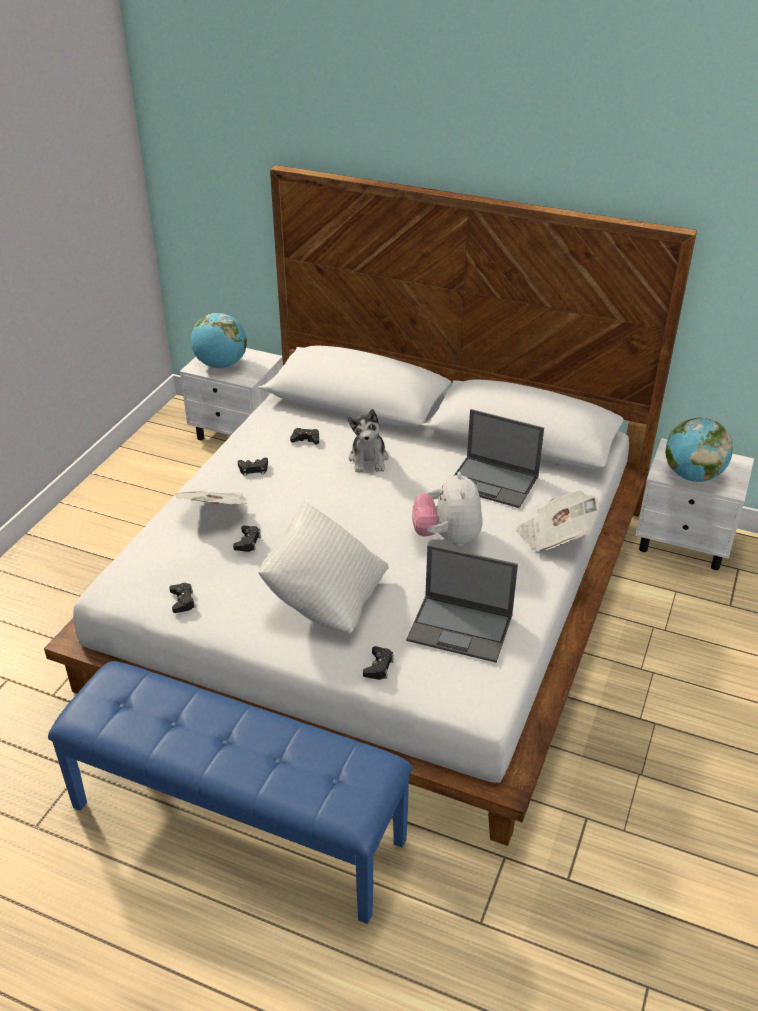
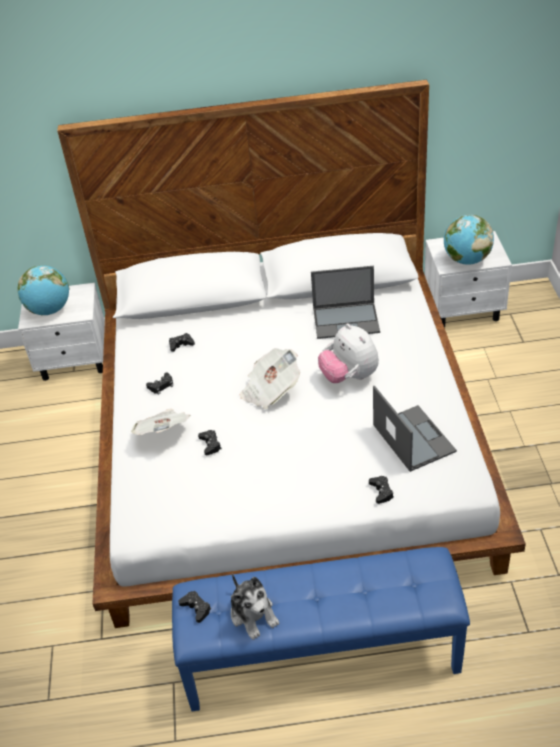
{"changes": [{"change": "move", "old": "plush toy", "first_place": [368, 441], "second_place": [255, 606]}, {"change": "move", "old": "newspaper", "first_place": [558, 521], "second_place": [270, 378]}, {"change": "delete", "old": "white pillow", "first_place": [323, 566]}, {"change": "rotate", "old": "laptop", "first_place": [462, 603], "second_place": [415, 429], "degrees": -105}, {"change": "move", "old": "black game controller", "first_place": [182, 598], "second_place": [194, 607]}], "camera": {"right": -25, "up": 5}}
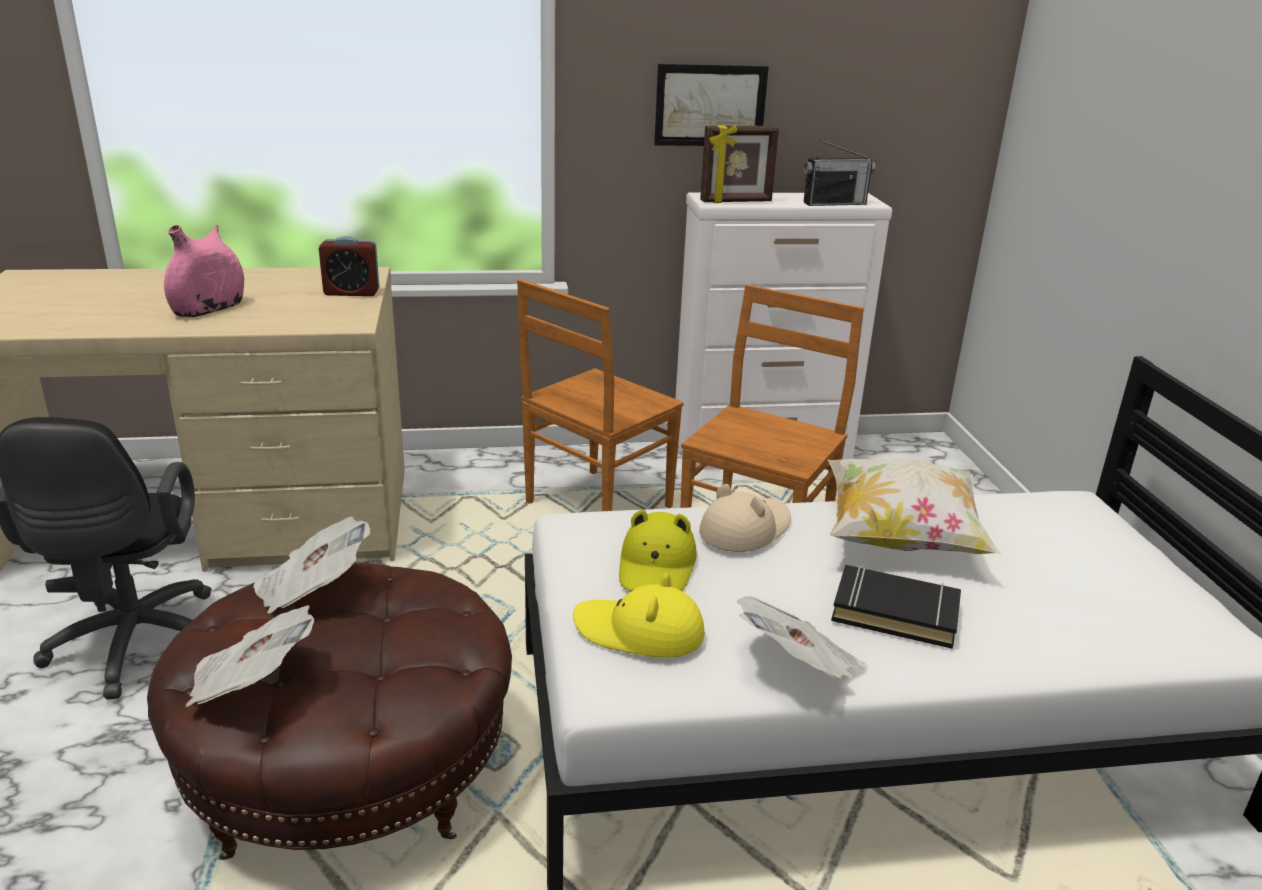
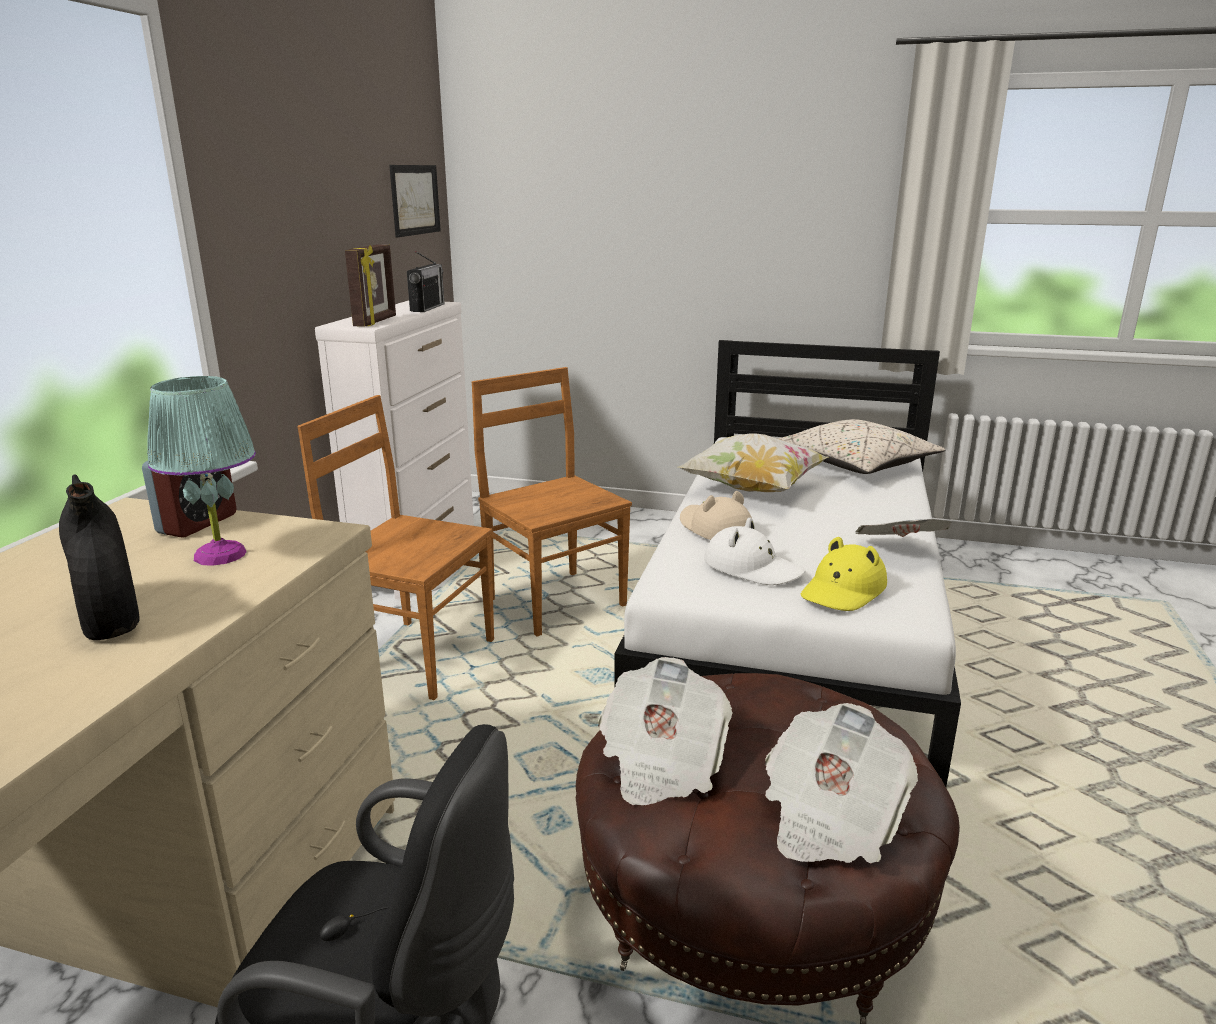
{"changes": [{"change": "move", "old": "picture", "first_place": [711, 105], "second_place": [415, 201]}, {"change": "recolor", "old": "pink vase", "new": "black vase", "first_place": [204, 270], "second_place": [99, 557]}, {"change": "rotate", "old": "brown chair", "first_place": [600, 395], "second_place": [395, 547], "degrees": 135}, {"change": "recolor", "old": "yellow hat", "new": "white hat", "first_place": [658, 550], "second_place": [755, 551]}, {"change": "delete", "old": "black book", "first_place": [896, 607]}, {"change": "insert", "new": "turquoise table lamp", "second_place": [201, 471]}, {"change": "insert", "new": "beige pillow", "second_place": [862, 446]}], "camera": {"right": -65, "up": -5}}
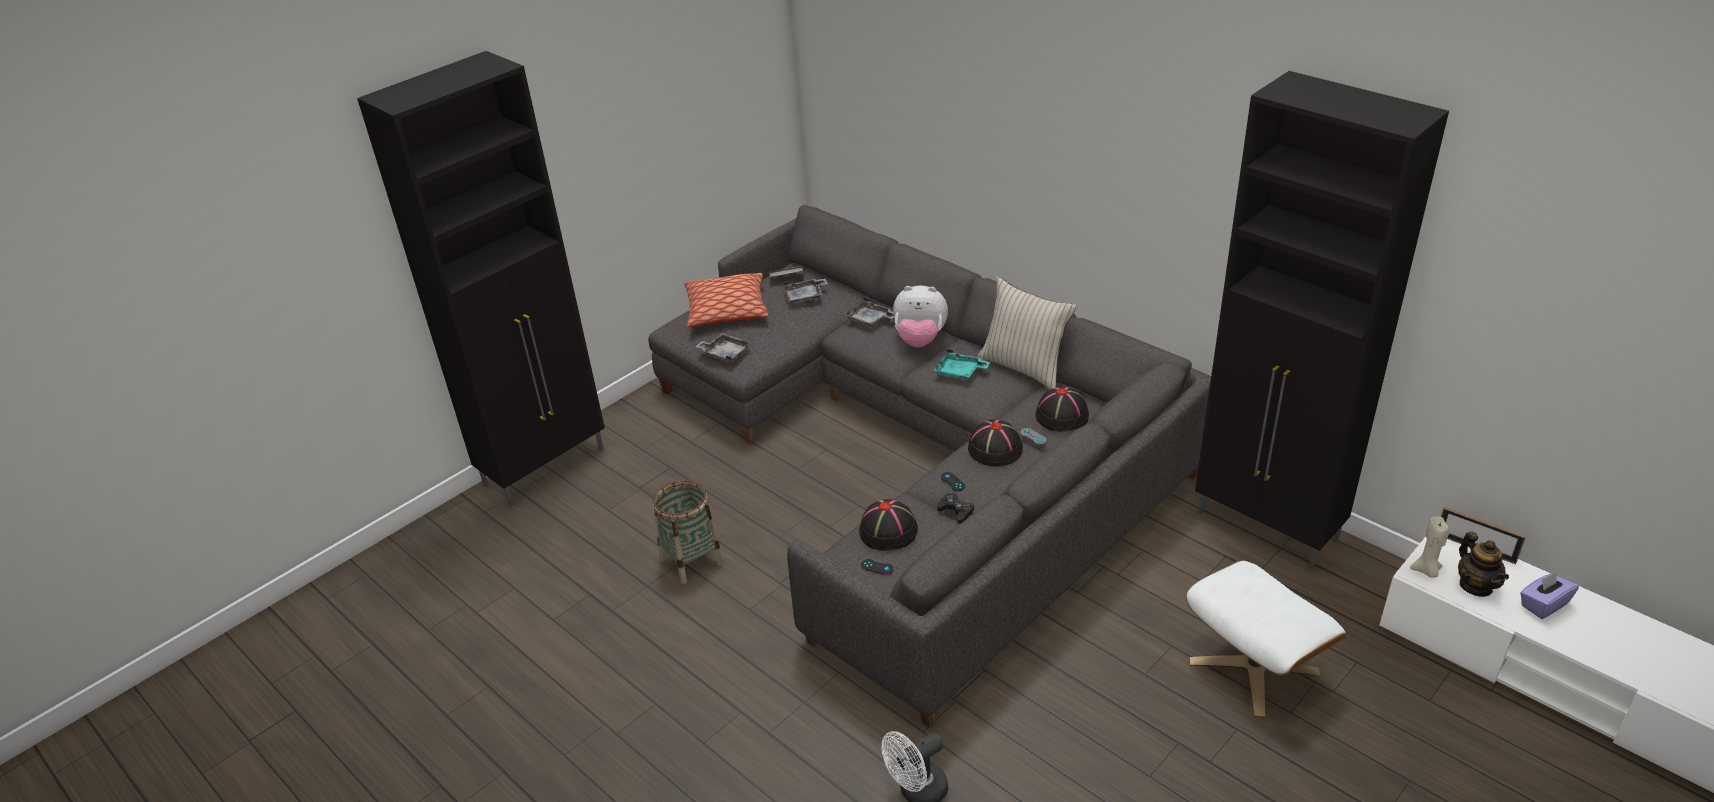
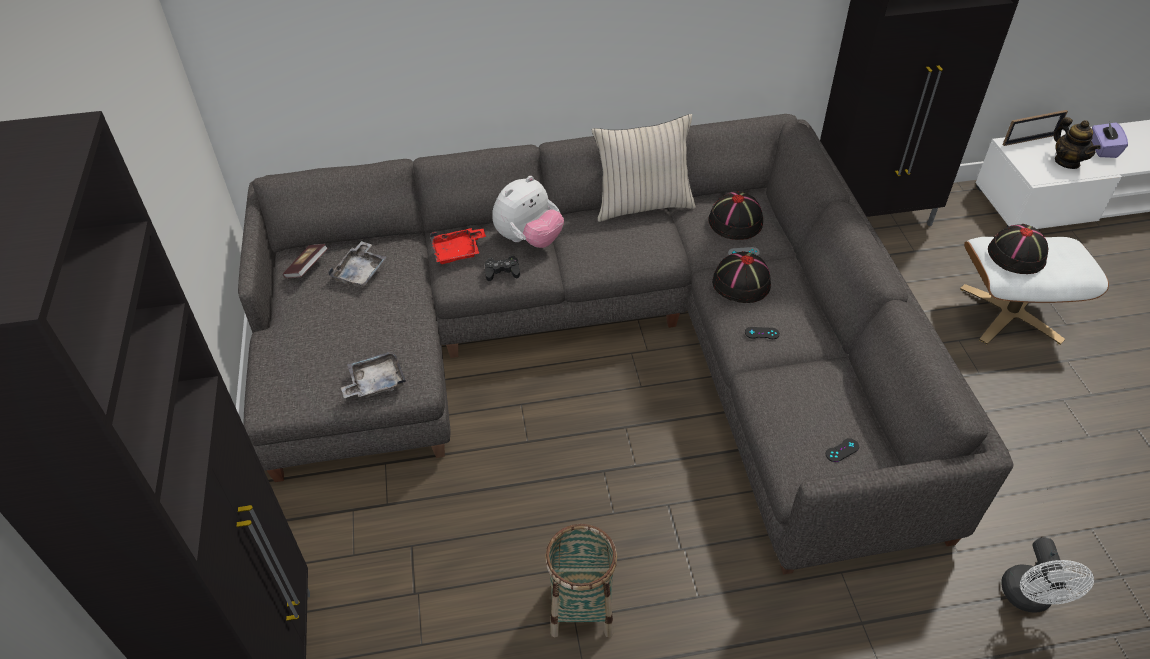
{"changes": [{"change": "delete", "old": "pillow", "first_place": [727, 300]}, {"change": "recolor", "old": "grey tray", "new": "red tray", "first_place": [868, 312], "second_place": [458, 246]}, {"change": "delete", "old": "turquoise tray", "first_place": [961, 364]}, {"change": "move", "old": "black game controller", "first_place": [955, 508], "second_place": [502, 268]}, {"change": "move", "old": "black hat", "first_place": [888, 525], "second_place": [1018, 249]}, {"change": "delete", "old": "beige candle", "first_place": [1429, 547]}, {"change": "rotate", "old": "teapot", "first_place": [1483, 564], "second_place": [1077, 143], "degrees": 45}], "camera": {"right": -55, "up": 10}}
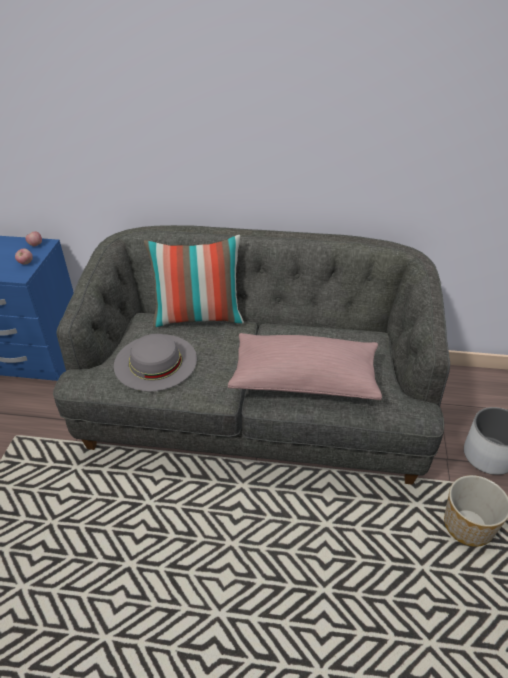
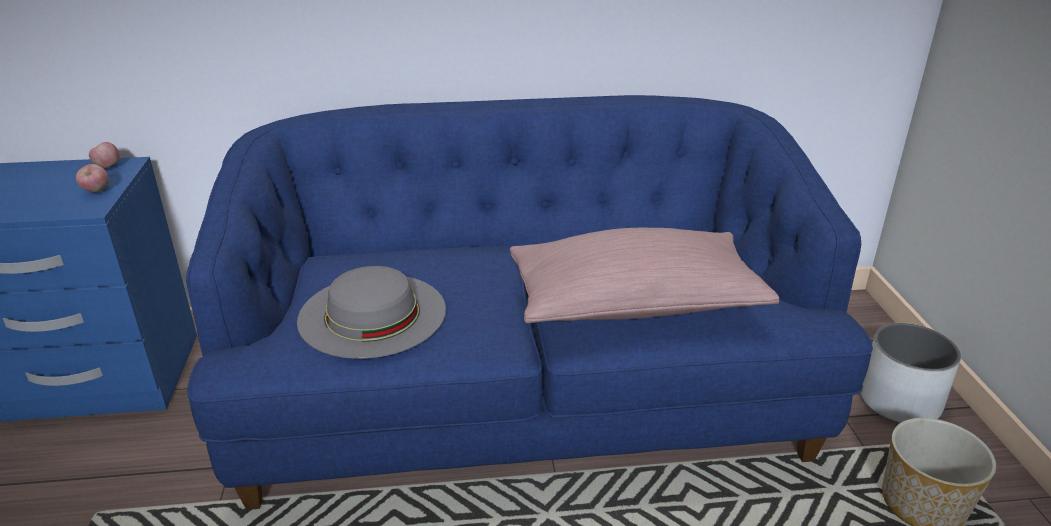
{"changes": [{"change": "recolor", "old": "grey sofa", "new": "blue sofa", "first_place": [251, 355], "second_place": [529, 302]}, {"change": "delete", "old": "pillow", "first_place": [194, 281]}], "camera": {"right": -15, "up": -10}}
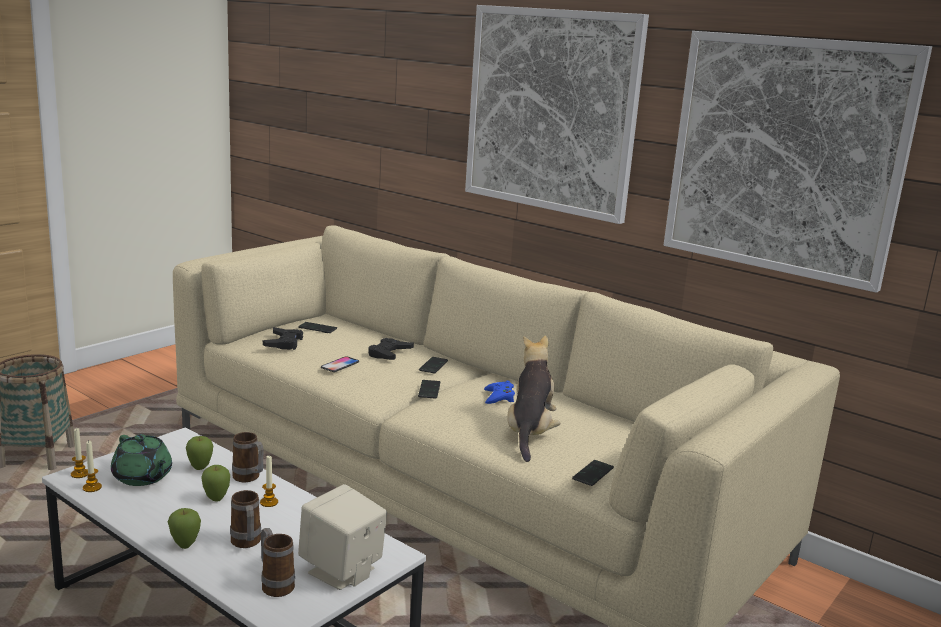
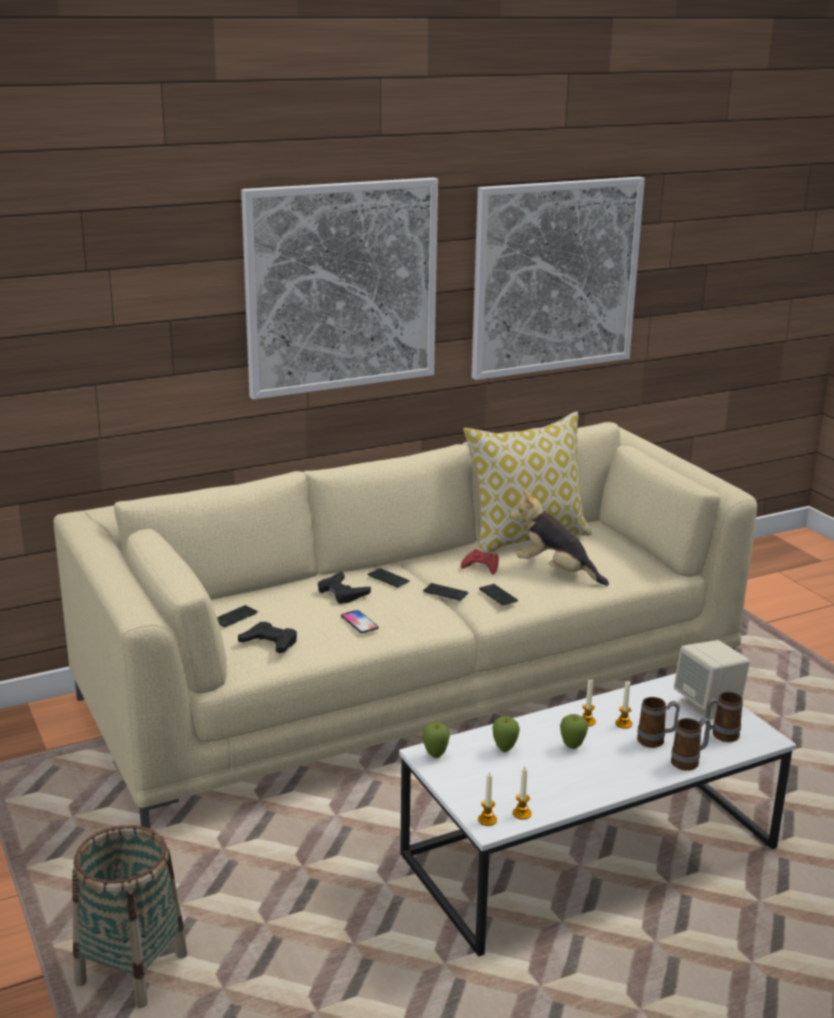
{"changes": [{"change": "recolor", "old": "blue game controller", "new": "red game controller", "first_place": [499, 392], "second_place": [480, 562]}, {"change": "move", "old": "mug", "first_place": [248, 457], "second_place": [691, 744]}, {"change": "delete", "old": "green teapot", "first_place": [141, 460]}, {"change": "move", "old": "phone", "first_place": [593, 473], "second_place": [498, 595]}, {"change": "move", "old": "apple", "first_place": [184, 528], "second_place": [436, 740]}, {"change": "insert", "new": "pillow", "second_place": [527, 482]}, {"change": "insert", "new": "candle", "second_place": [623, 705]}], "camera": {"right": -65, "up": 5}}
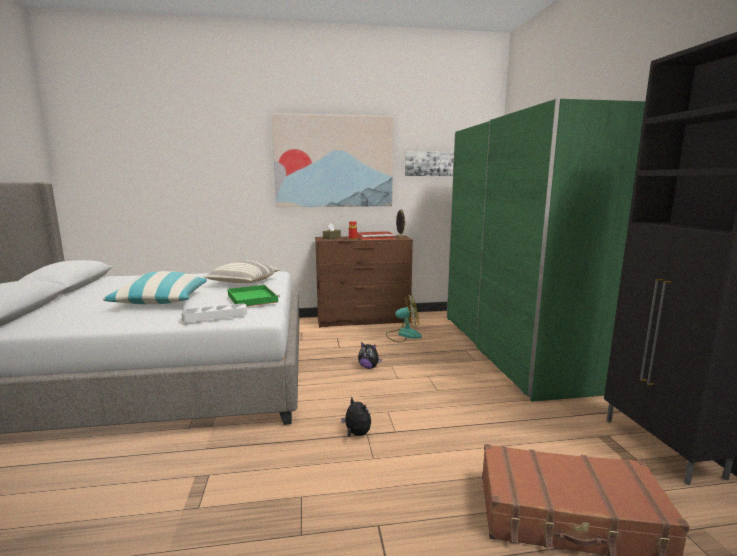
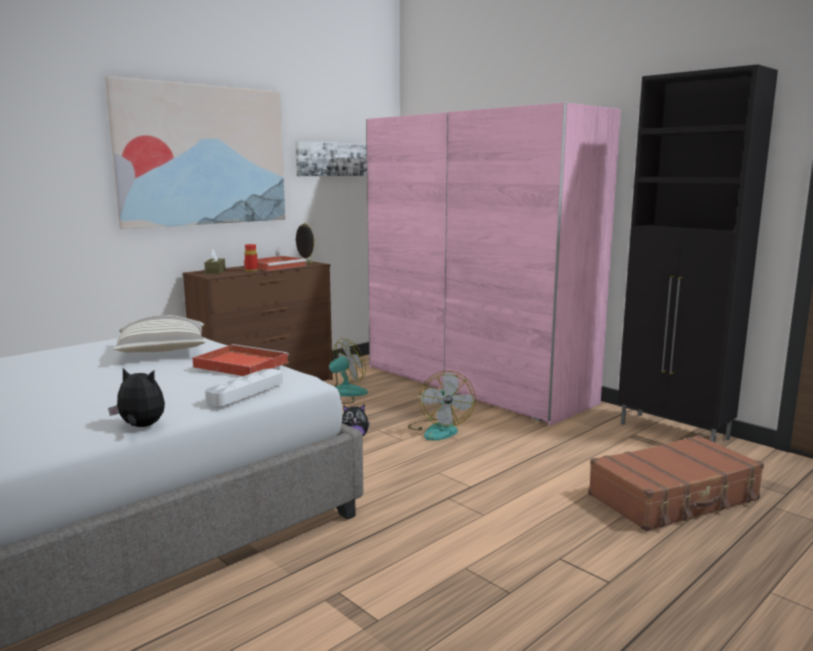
{"changes": [{"change": "recolor", "old": "green wardrobe", "new": "pink wardrobe", "first_place": [546, 250], "second_place": [493, 264]}, {"change": "delete", "old": "pillow", "first_place": [155, 287]}, {"change": "recolor", "old": "green tray", "new": "red tray", "first_place": [254, 295], "second_place": [241, 360]}, {"change": "move", "old": "plush toy", "first_place": [356, 417], "second_place": [136, 397]}, {"change": "insert", "new": "fan", "second_place": [441, 406]}], "camera": {"right": -35, "up": 0}}
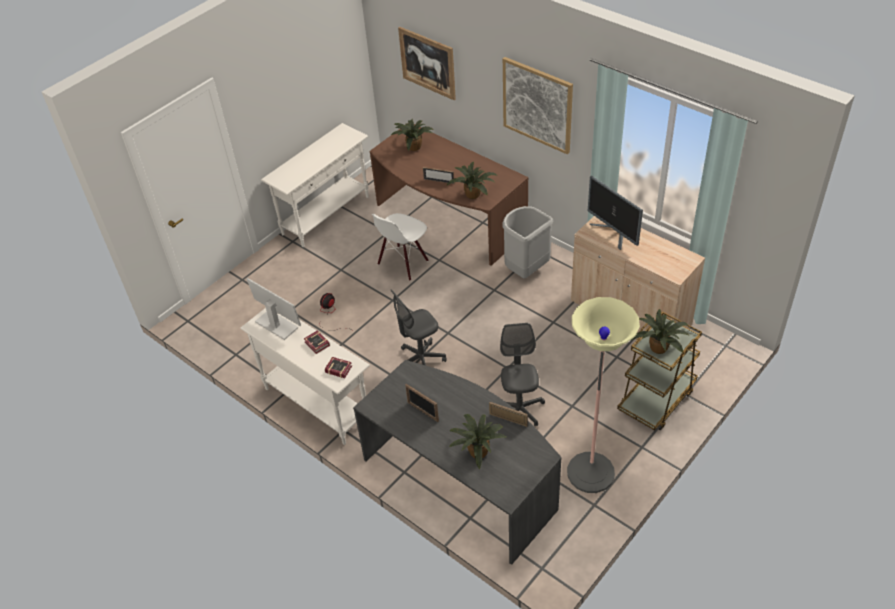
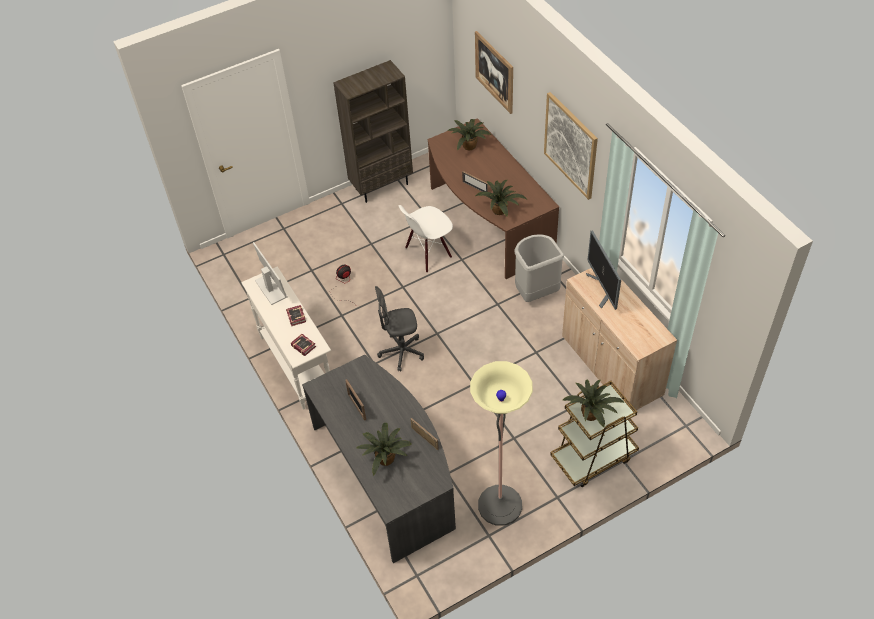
{"changes": [{"change": "replace", "old": "white console table", "new": "brown bookcase", "first_place": [315, 185], "second_place": [373, 131]}, {"change": "delete", "old": "grey office chair", "first_place": [522, 374]}], "camera": {"right": 20, "up": 5}}
